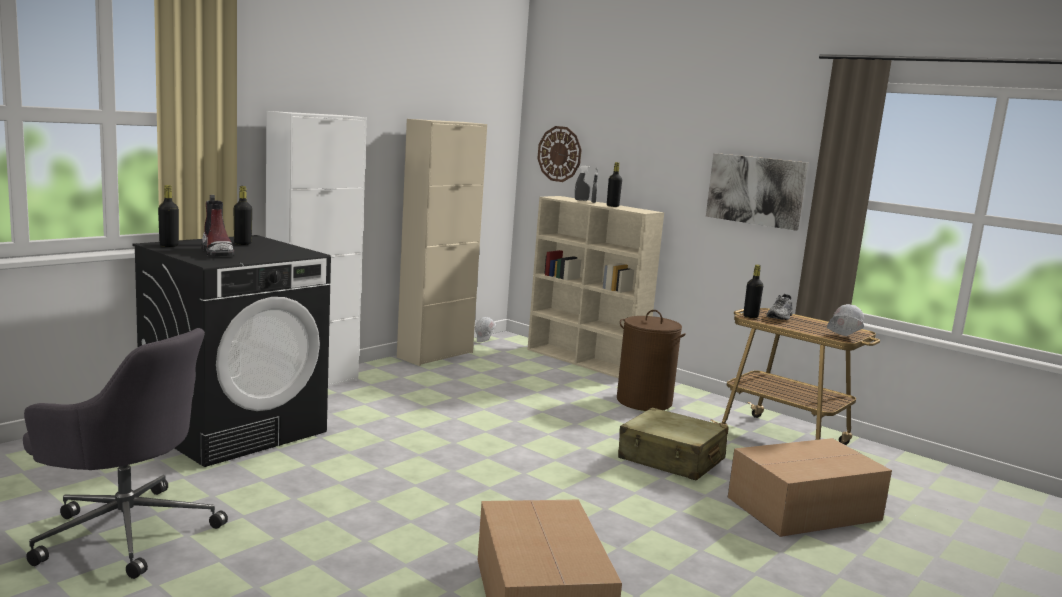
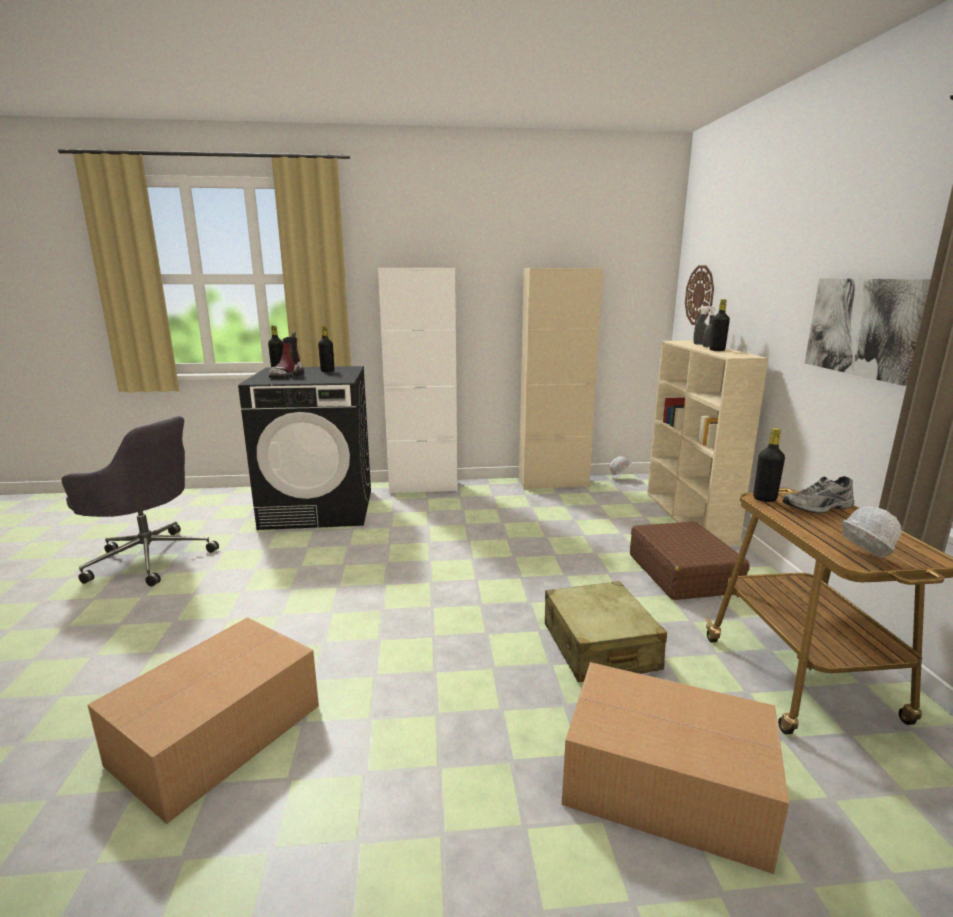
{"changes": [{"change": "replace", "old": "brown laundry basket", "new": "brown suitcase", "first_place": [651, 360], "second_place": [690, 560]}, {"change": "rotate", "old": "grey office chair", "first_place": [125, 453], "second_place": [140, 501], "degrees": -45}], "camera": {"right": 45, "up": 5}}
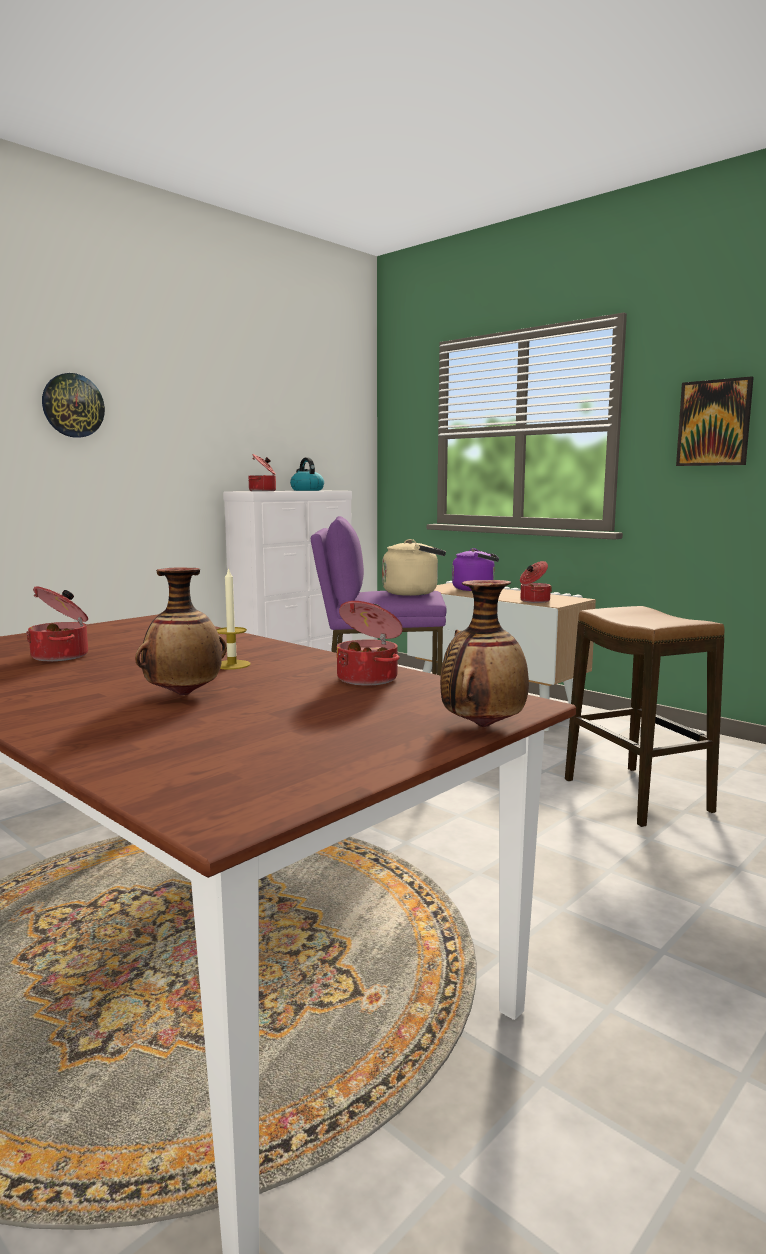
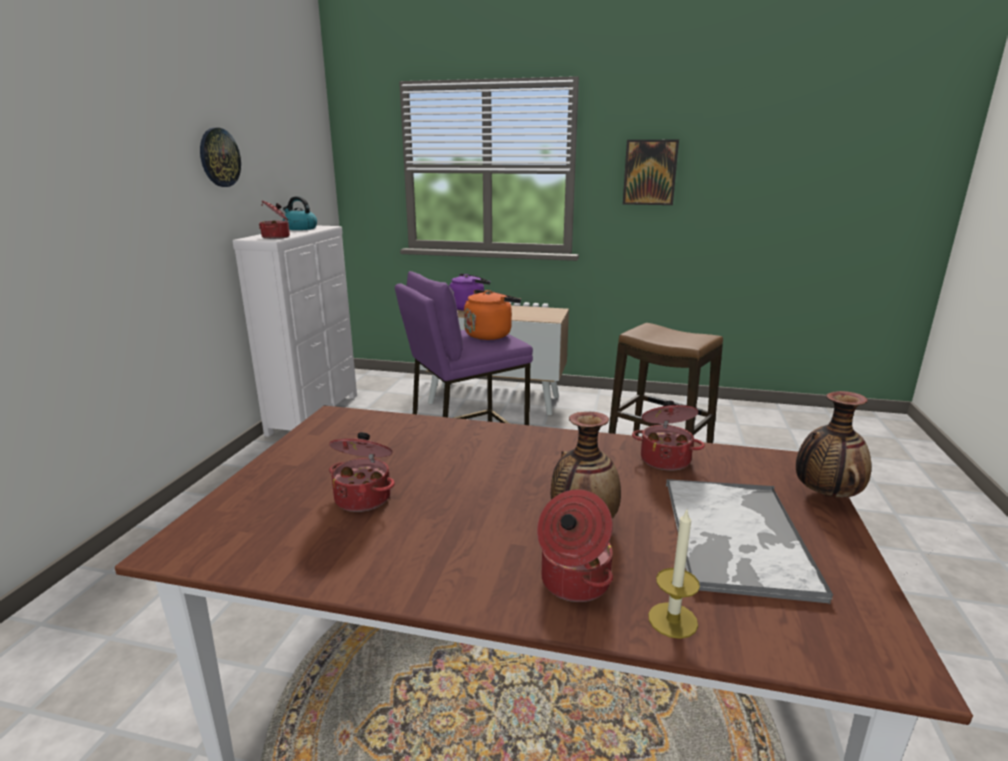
{"changes": [{"change": "move", "old": "wall clock", "first_place": [73, 405], "second_place": [220, 157]}, {"change": "recolor", "old": "beige kettle", "new": "orange kettle", "first_place": [414, 567], "second_place": [492, 315]}, {"change": "move", "old": "cooking pot", "first_place": [536, 582], "second_place": [575, 545]}, {"change": "move", "old": "candle", "first_place": [233, 618], "second_place": [674, 573]}, {"change": "insert", "new": "tray", "second_place": [749, 541]}], "camera": {"right": -30, "up": 10}}
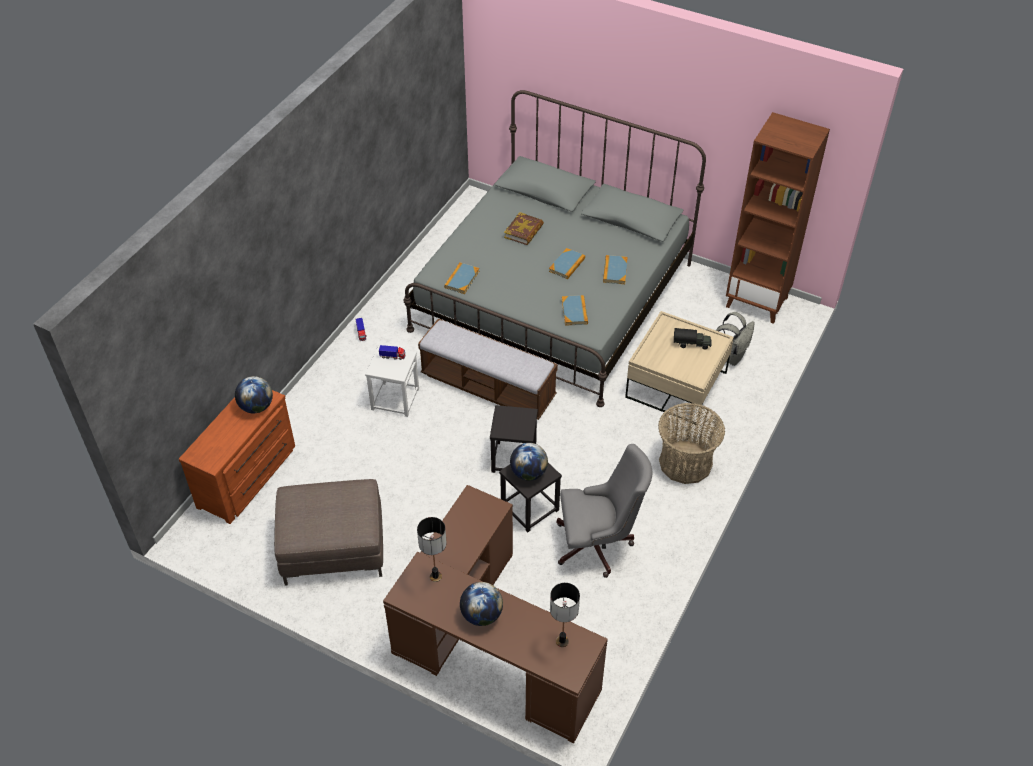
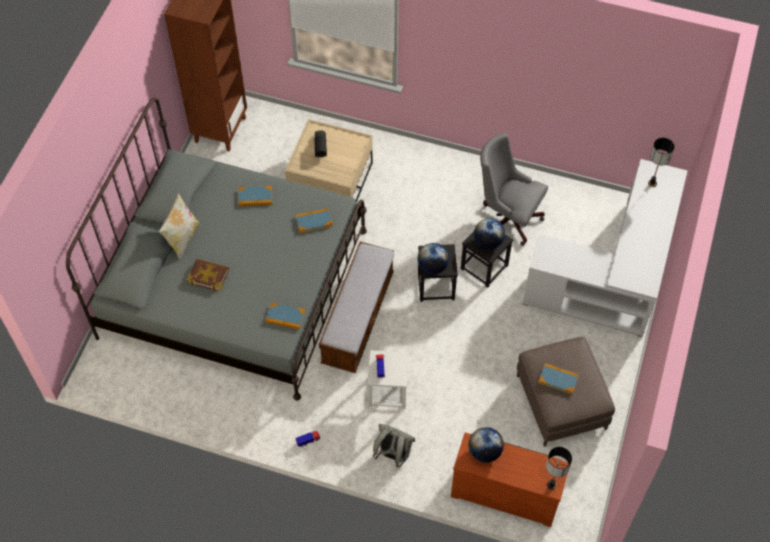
{"changes": [{"change": "move", "old": "book", "first_place": [567, 263], "second_place": [558, 378]}, {"change": "move", "old": "grey backpack", "first_place": [735, 339], "second_place": [394, 445]}, {"change": "delete", "old": "basket", "first_place": [691, 443]}, {"change": "rotate", "old": "grey office chair", "first_place": [604, 511], "second_place": [514, 189], "degrees": -45}, {"change": "recolor", "old": "brown desk", "new": "white desk", "first_place": [495, 614], "second_place": [605, 248]}, {"change": "move", "old": "table lamp", "first_place": [431, 549], "second_place": [559, 468]}, {"change": "move", "old": "globe", "first_place": [481, 604], "second_place": [433, 258]}, {"change": "insert", "new": "pillow", "second_place": [179, 226]}], "camera": {"right": -100, "up": 10}}
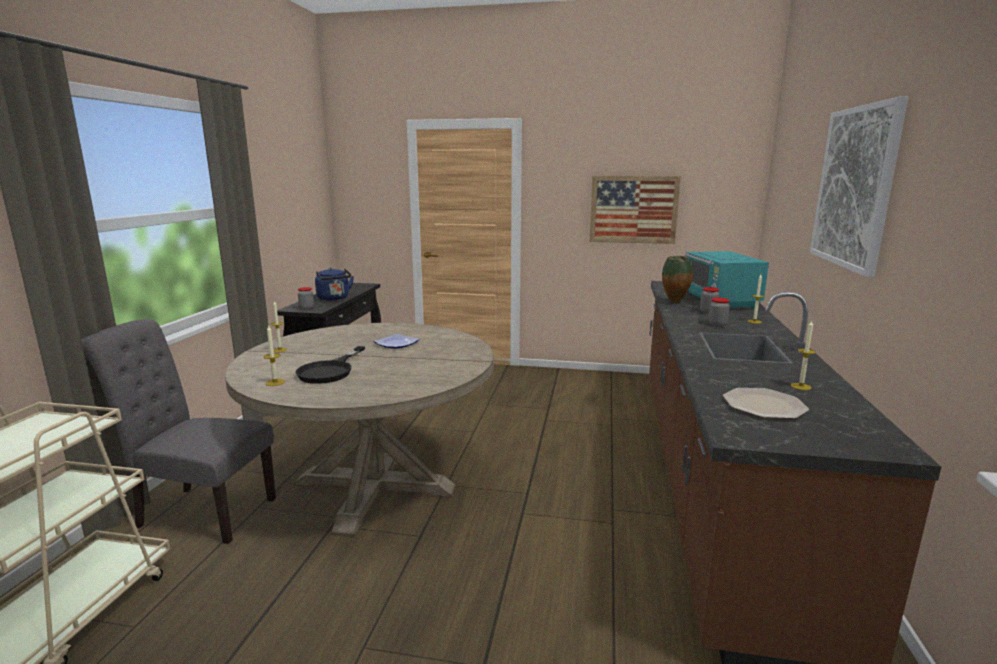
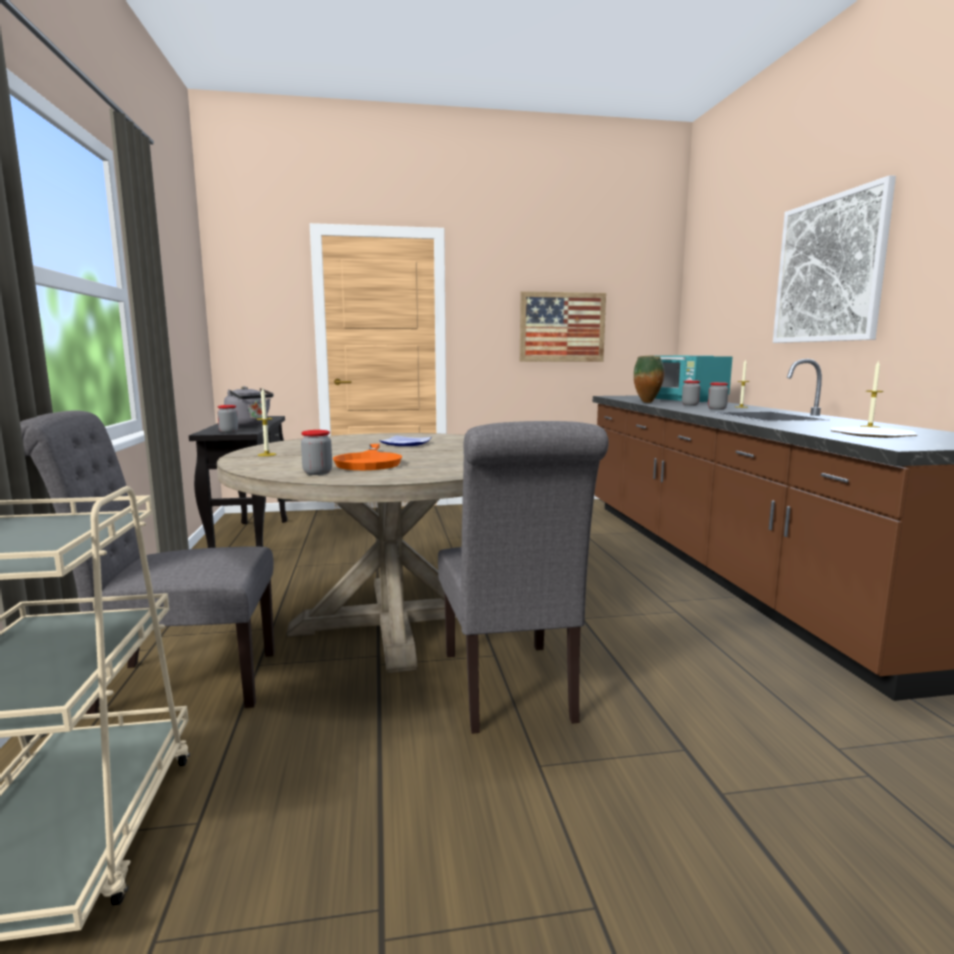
{"changes": [{"change": "recolor", "old": "blue kettle", "new": "grey kettle", "first_place": [334, 284], "second_place": [249, 406]}, {"change": "replace", "old": "candle", "new": "jar", "first_place": [274, 355], "second_place": [316, 452]}, {"change": "recolor", "old": "black frying pan", "new": "orange frying pan", "first_place": [330, 365], "second_place": [367, 457]}, {"change": "insert", "new": "grey chair", "second_place": [523, 577]}], "camera": {"right": -20, "up": -5}}
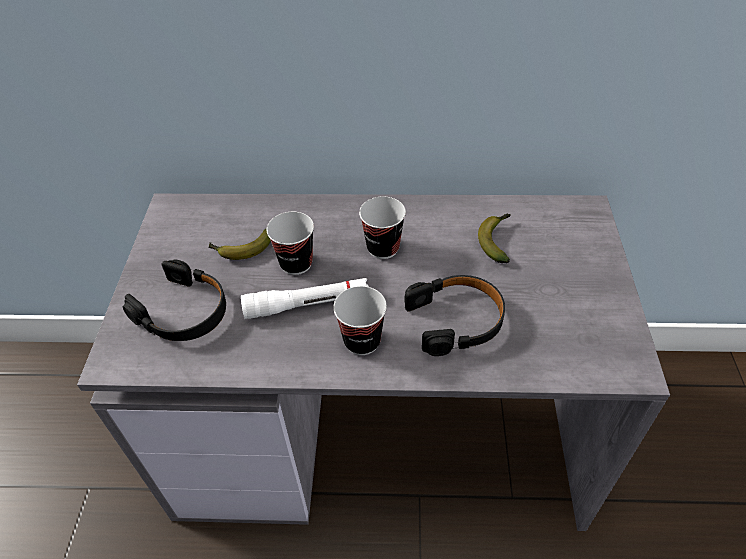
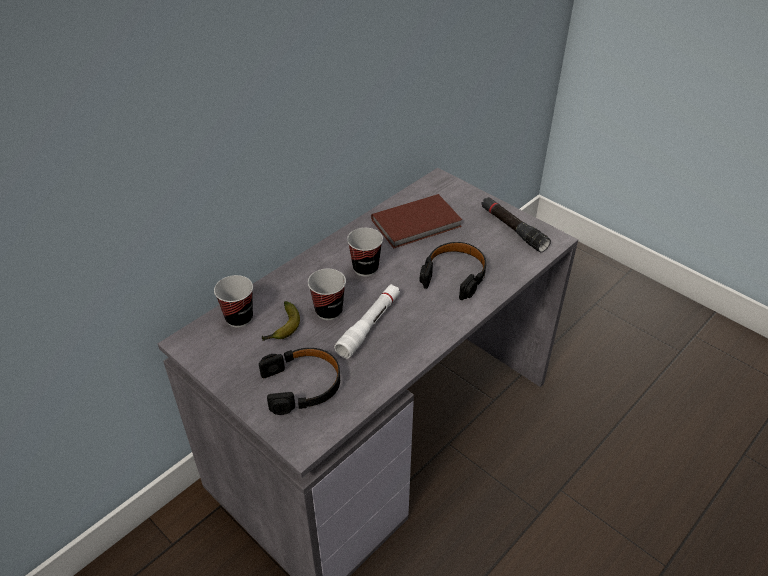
{"changes": [{"change": "replace", "old": "banana", "new": "brown book", "first_place": [494, 238], "second_place": [416, 221]}, {"change": "move", "old": "cup", "first_place": [360, 320], "second_place": [233, 301]}, {"change": "insert", "new": "black flashlight", "second_place": [516, 224]}], "camera": {"right": -50, "up": -5}}
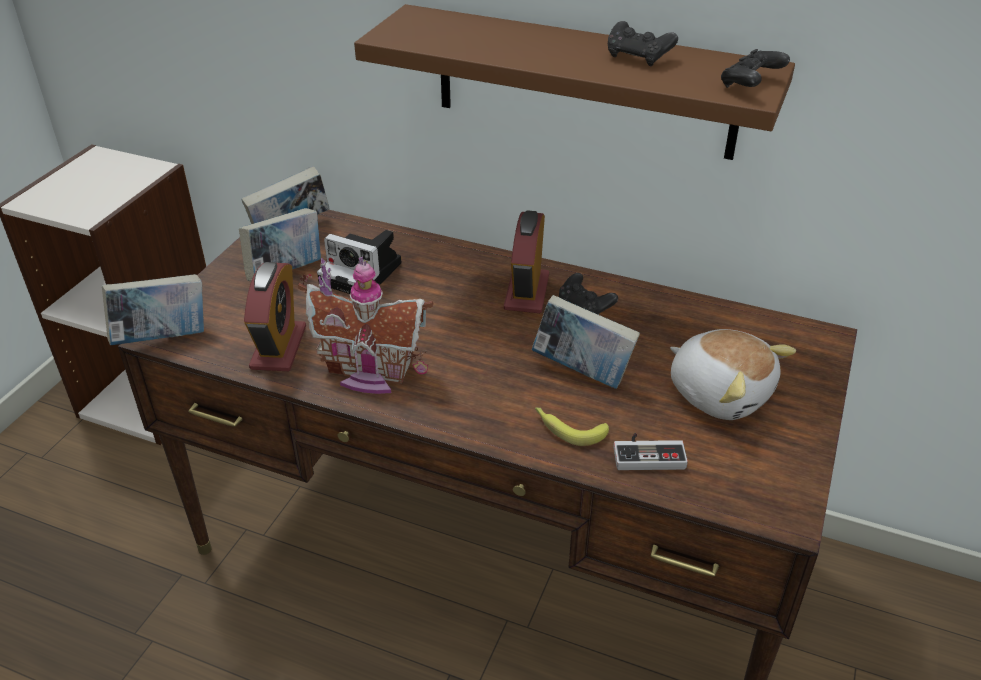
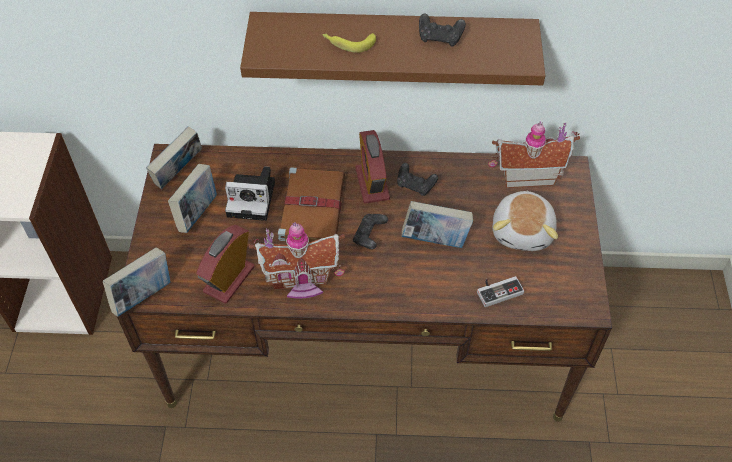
{"changes": [{"change": "move", "old": "black game controller", "first_place": [755, 68], "second_place": [370, 231]}, {"change": "rotate", "old": "alarm clock", "first_place": [275, 316], "second_place": [225, 264], "degrees": -135}, {"change": "rotate", "old": "plush toy", "first_place": [733, 374], "second_place": [525, 220], "degrees": 75}, {"change": "move", "old": "banana", "first_place": [572, 427], "second_place": [349, 43]}, {"change": "insert", "new": "toy house", "second_place": [534, 154]}, {"change": "insert", "new": "brown book", "second_place": [311, 204]}], "camera": {"right": -20, "up": 15}}
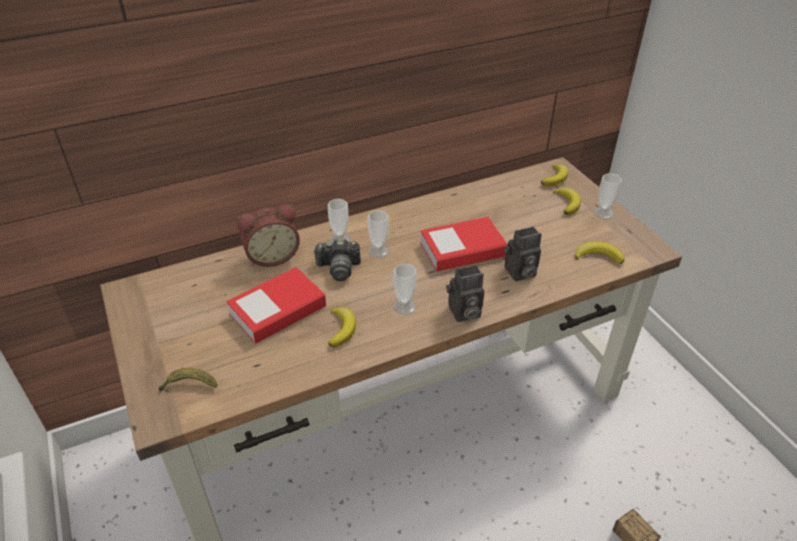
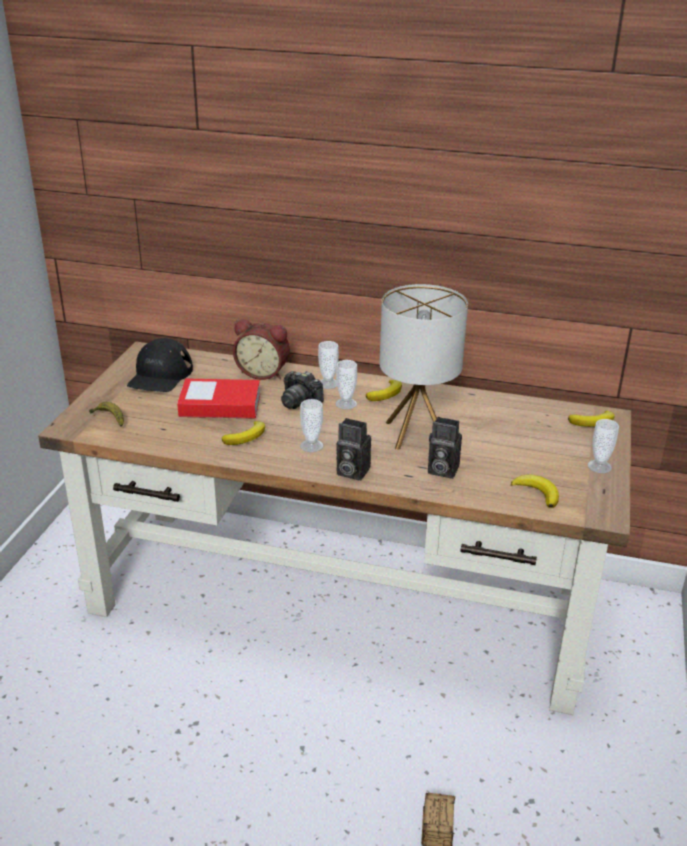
{"changes": [{"change": "move", "old": "banana", "first_place": [567, 201], "second_place": [384, 390]}, {"change": "replace", "old": "book", "new": "table lamp", "first_place": [464, 244], "second_place": [423, 367]}, {"change": "insert", "new": "black cap", "second_place": [160, 365]}], "camera": {"right": 40, "up": -10}}
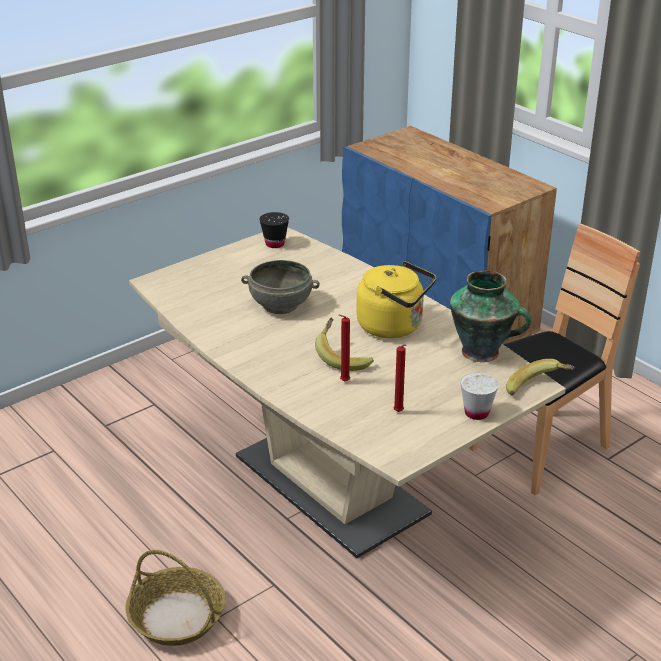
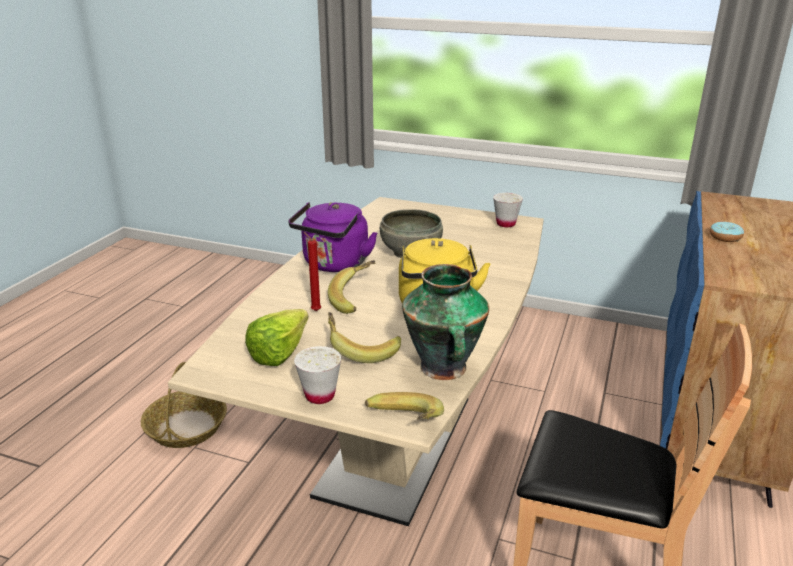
{"changes": [{"change": "recolor", "old": "black cup", "new": "white cup", "first_place": [274, 230], "second_place": [508, 210]}, {"change": "replace", "old": "red candle", "new": "lettuce", "first_place": [400, 378], "second_place": [277, 337]}, {"change": "insert", "new": "purple kettle", "second_place": [332, 237]}, {"change": "insert", "new": "donut", "second_place": [727, 232]}, {"change": "insert", "new": "banana", "second_place": [364, 337]}], "camera": {"right": 60, "up": -5}}
